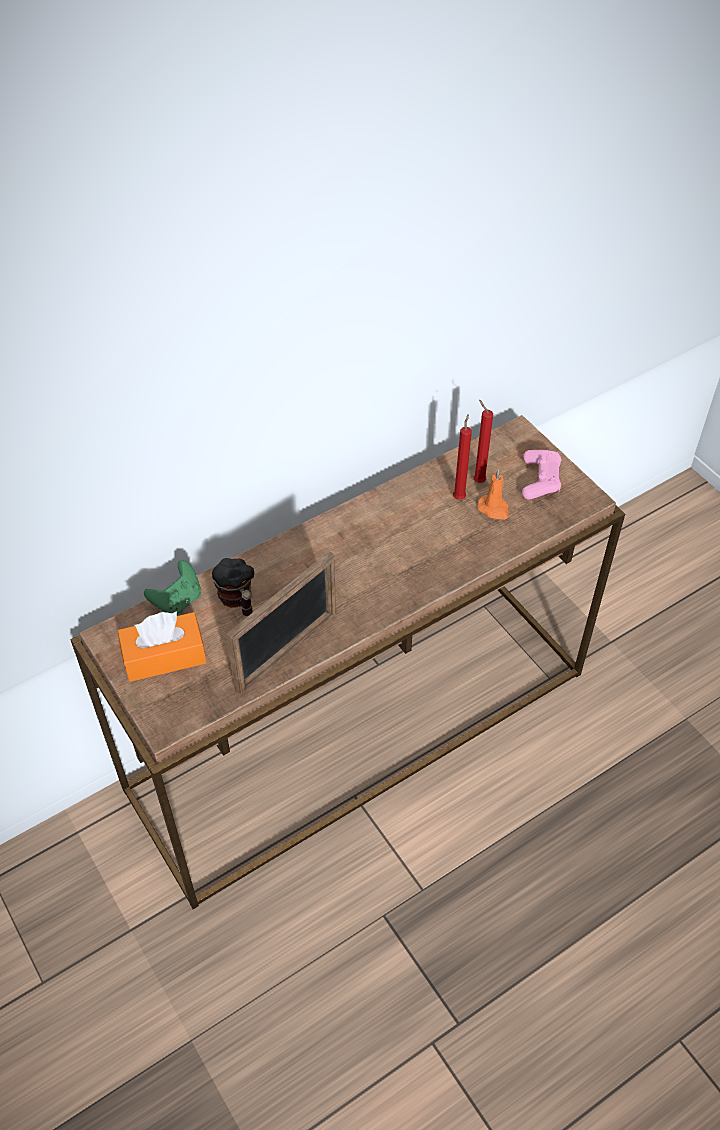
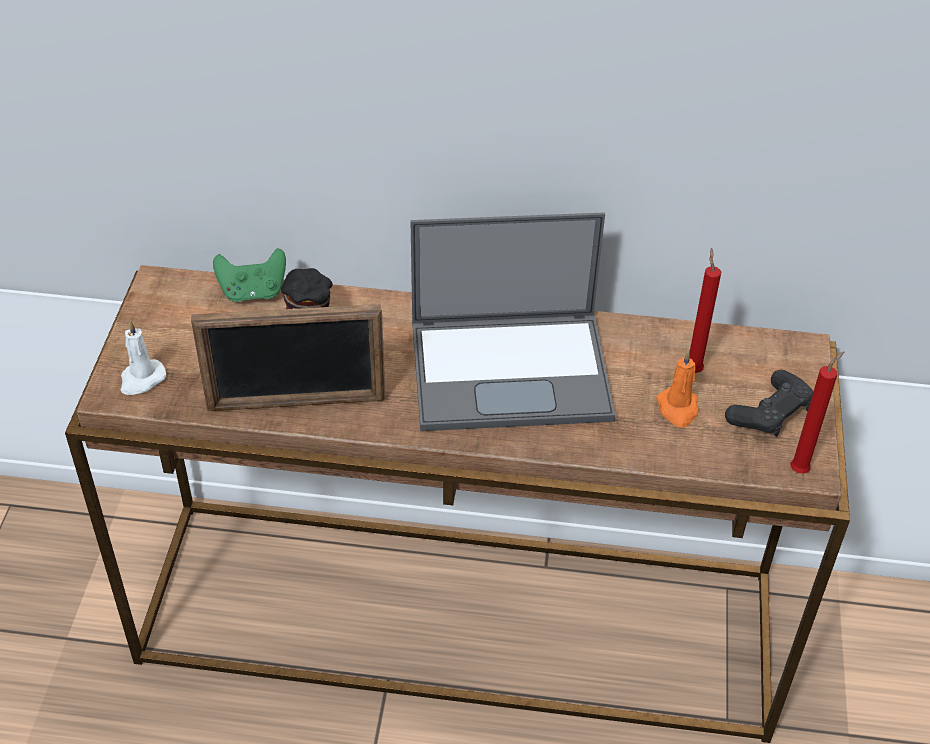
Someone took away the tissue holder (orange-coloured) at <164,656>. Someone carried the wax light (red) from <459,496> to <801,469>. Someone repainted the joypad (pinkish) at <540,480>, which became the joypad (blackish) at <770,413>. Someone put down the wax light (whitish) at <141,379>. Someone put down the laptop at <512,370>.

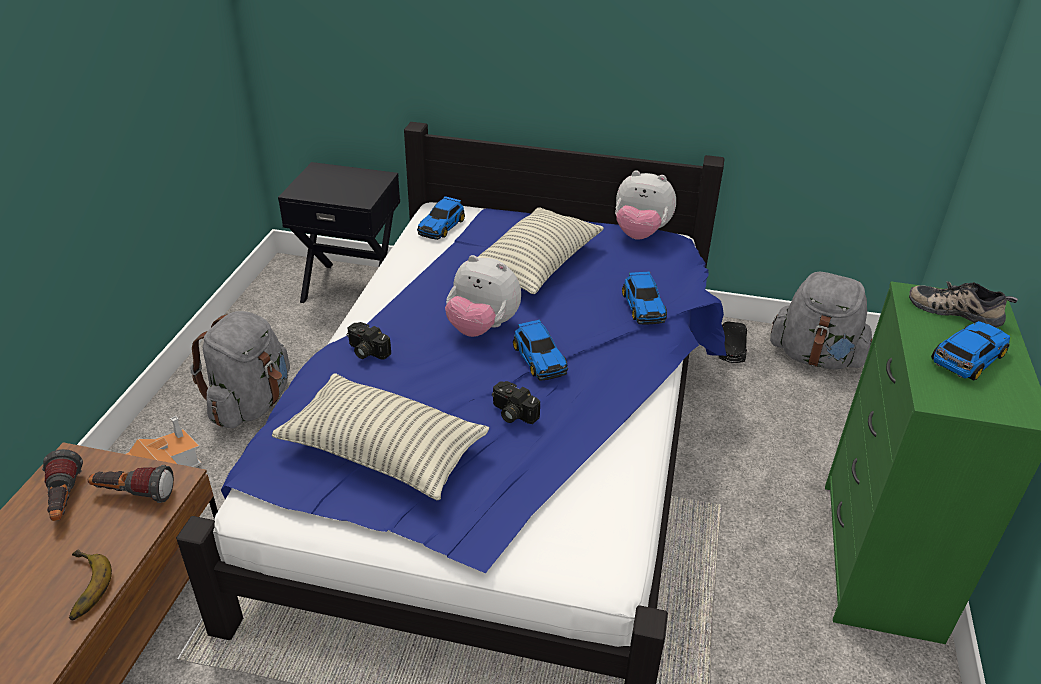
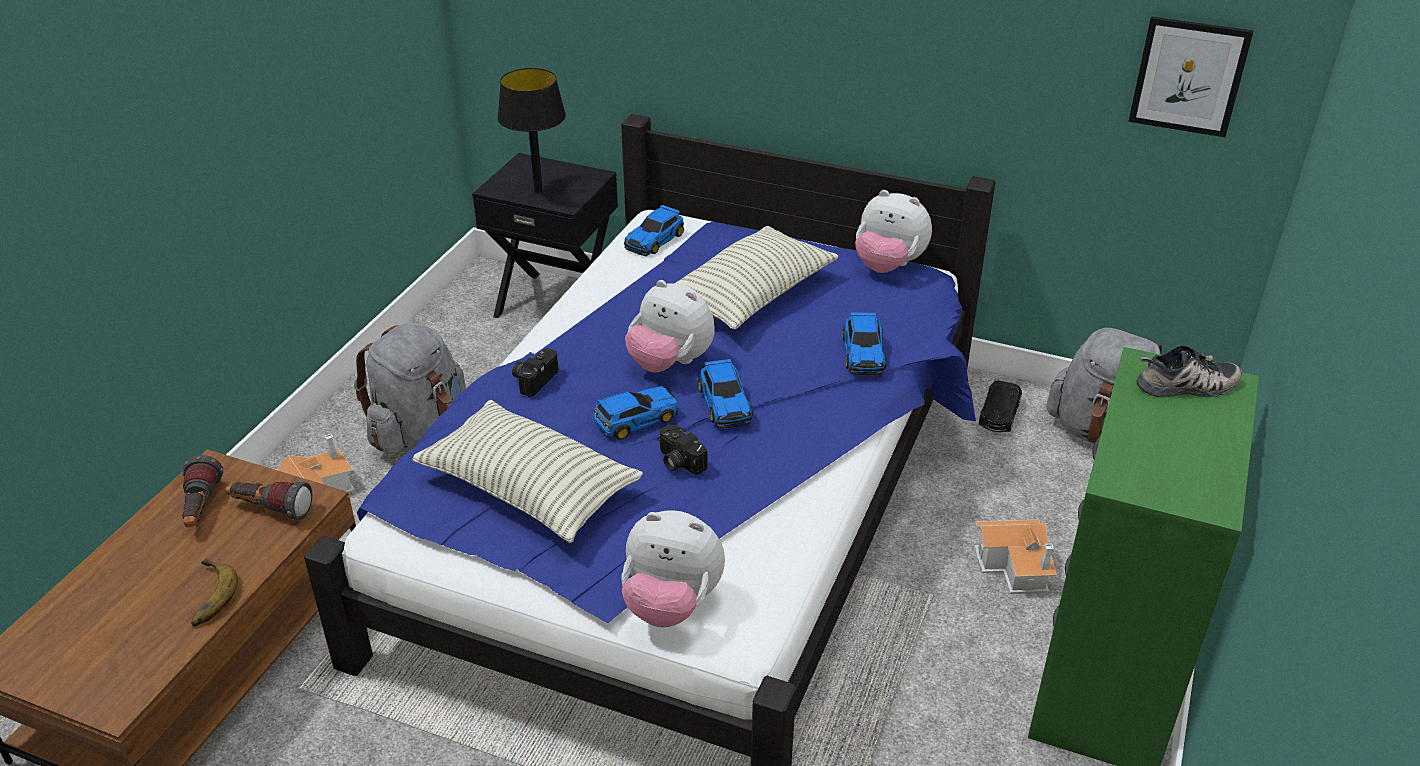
Someone rotated the photo camera at <366,351> by 75 degrees clockwise. Someone rotated the low shoe at <956,310> by 135 degrees clockwise. Someone carried the miniature car from <967,358> to <634,420>. Someone put down the tabletop lamp (blackish) at <538,190>. Someone put down the plush toy at <671,604>. Someone put down the model house at <1016,567>. Someone put up the wall picture at <1189,76>.

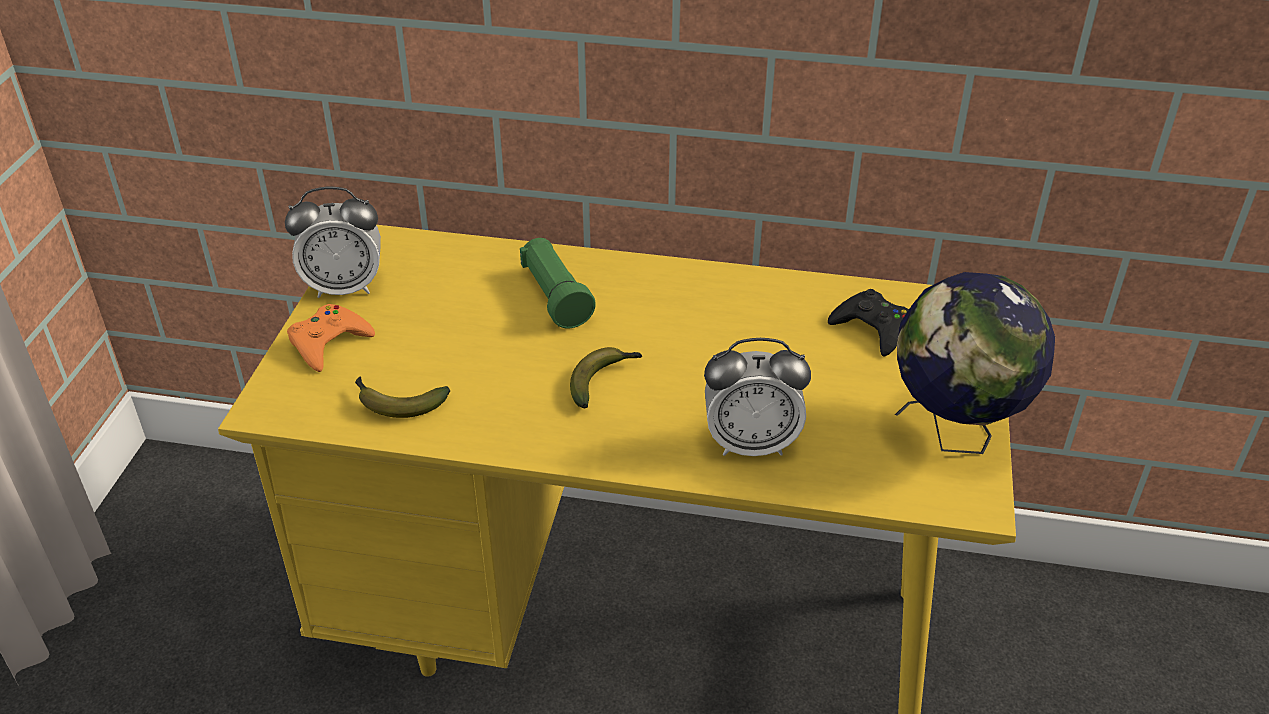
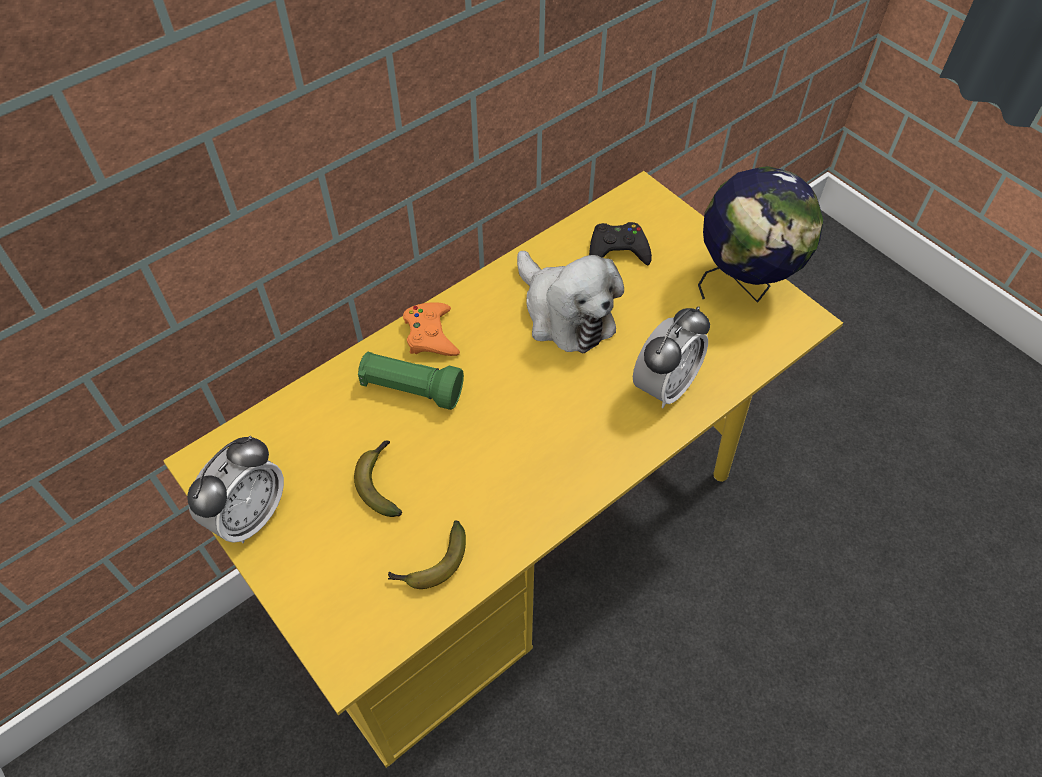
Someone carried the joypad (orange-coloured) from <328,343> to <431,335>. Someone carried the banana from <603,381> to <381,481>. Someone put down the plush toy at <565,313>.

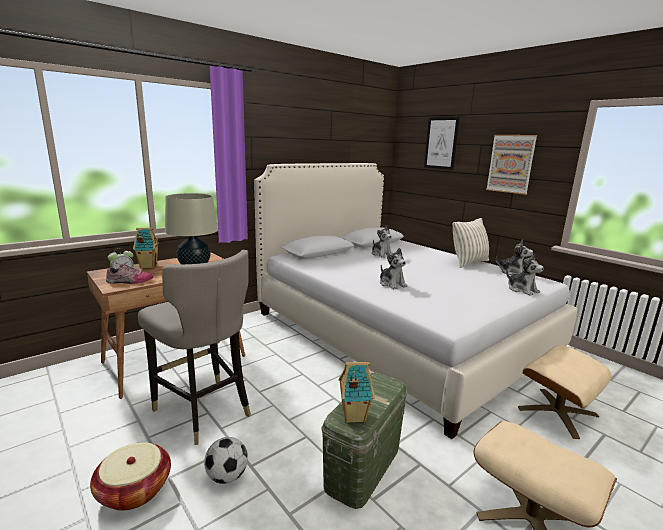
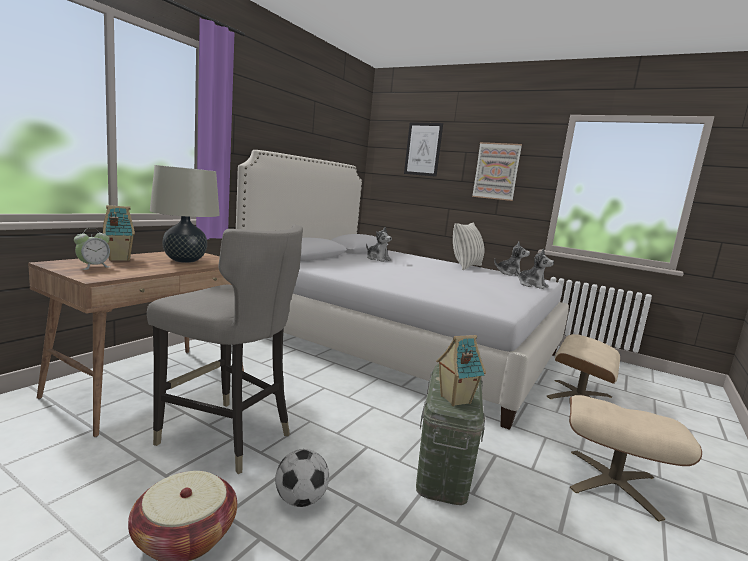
Someone took away the low shoe at <129,281>. Someone took away the plush toy at <392,284>.

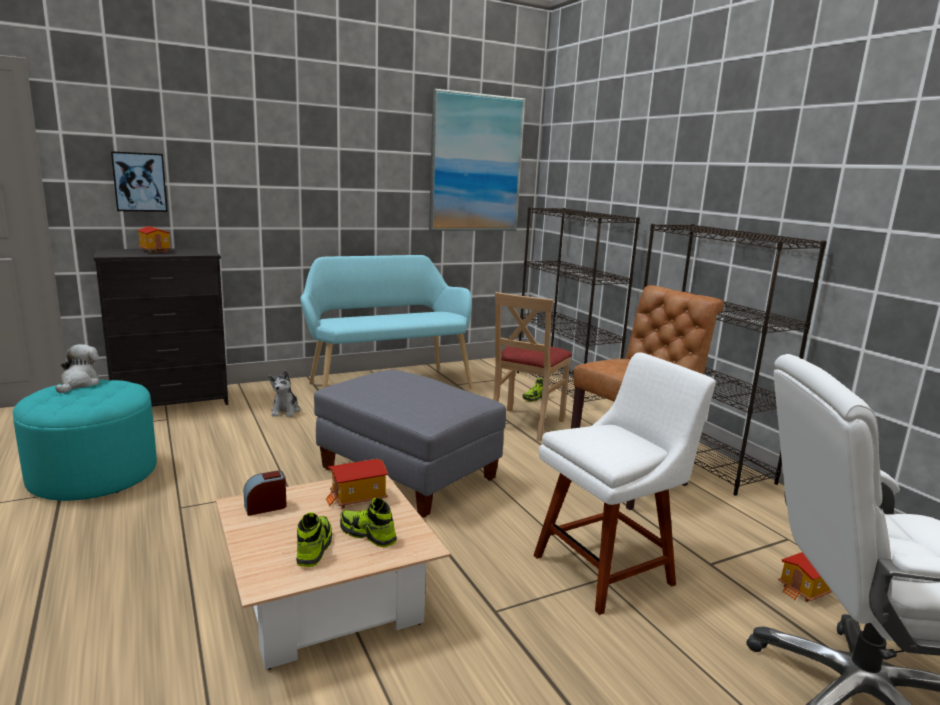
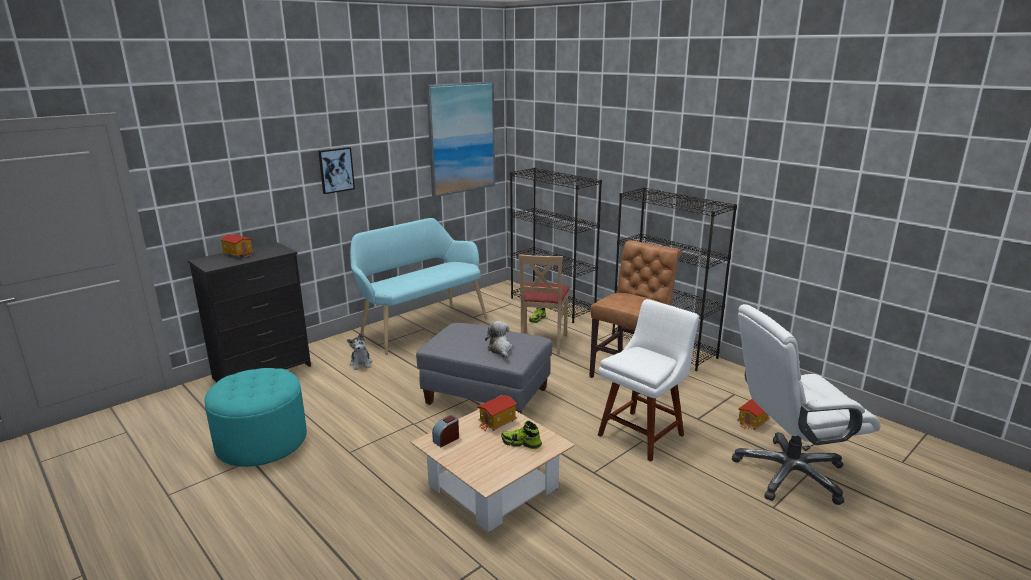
Someone carried the plush toy from <79,384> to <500,349>. Someone carried the wall picture from <140,182> to <336,170>. Someone took away the low shoe at <314,548>.

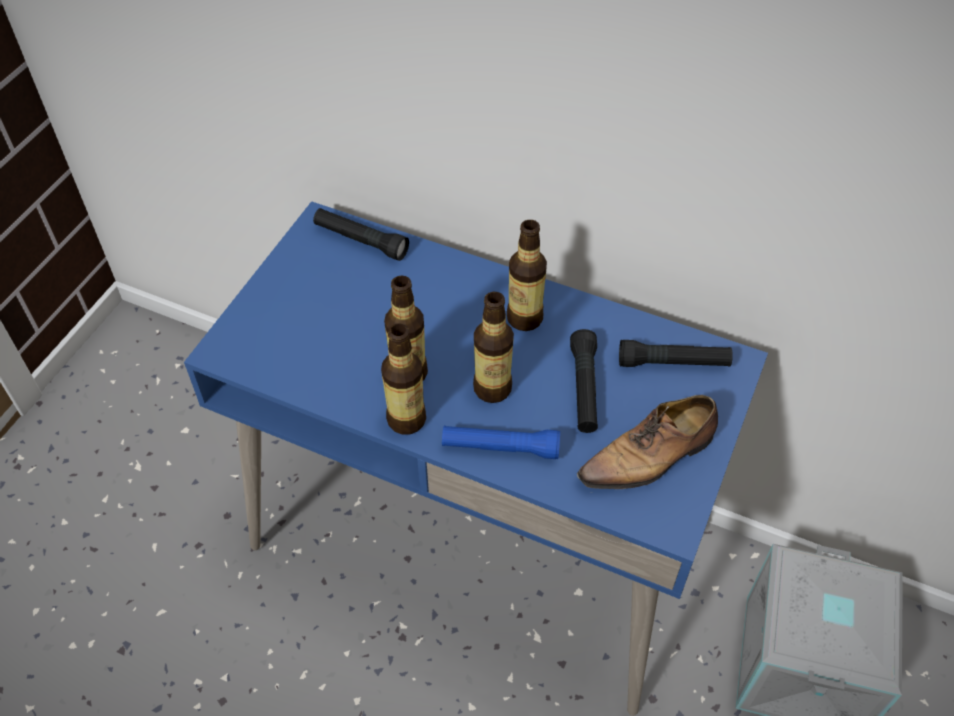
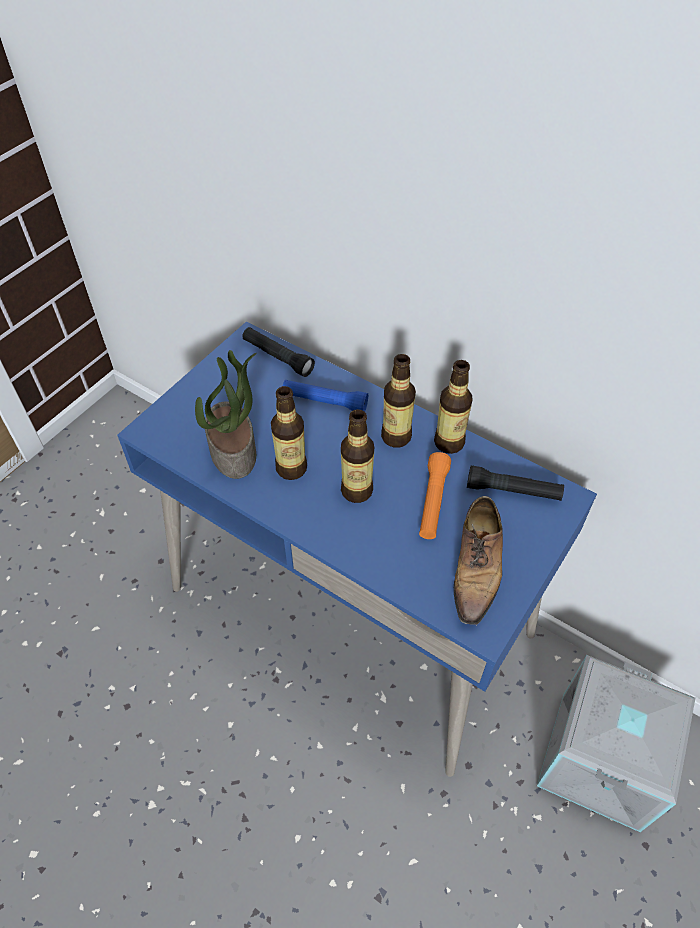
Someone carried the drink bottle from <406,419> to <449,442>. Someone carried the hand torch (bluish) from <500,448> to <324,402>. Someone repainted the hand torch (blackish) at <584,389>, which became the hand torch (orange-coloured) at <433,502>. Someone rotated the low shoe at <650,456> by 60 degrees counterclockwise. Someone put down the plant in a pot at <234,451>.

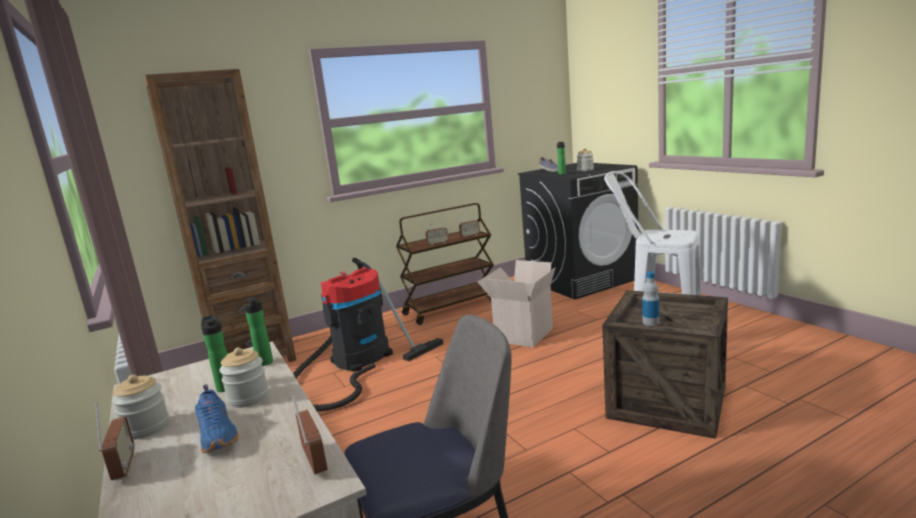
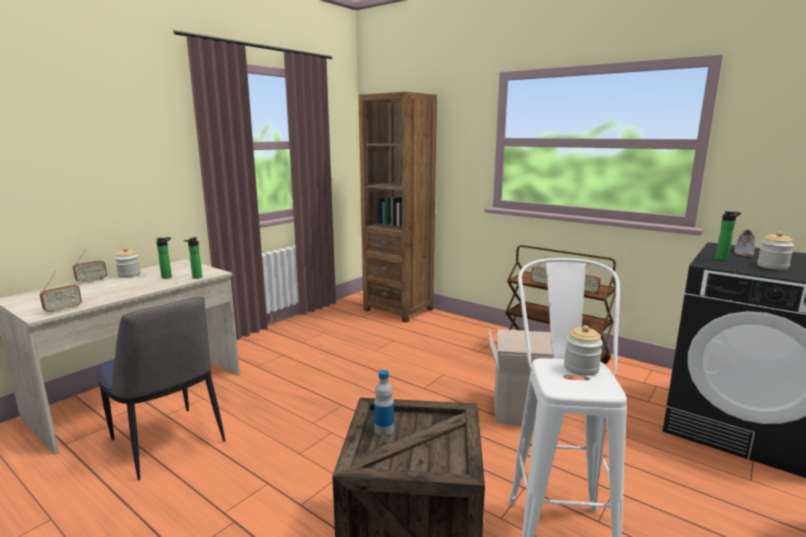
Someone took away the low shoe (bluish) at <219,435>. Someone carried the storage jar from <248,398> to <581,368>. Someone took away the vacuum cleaner at <357,361>.

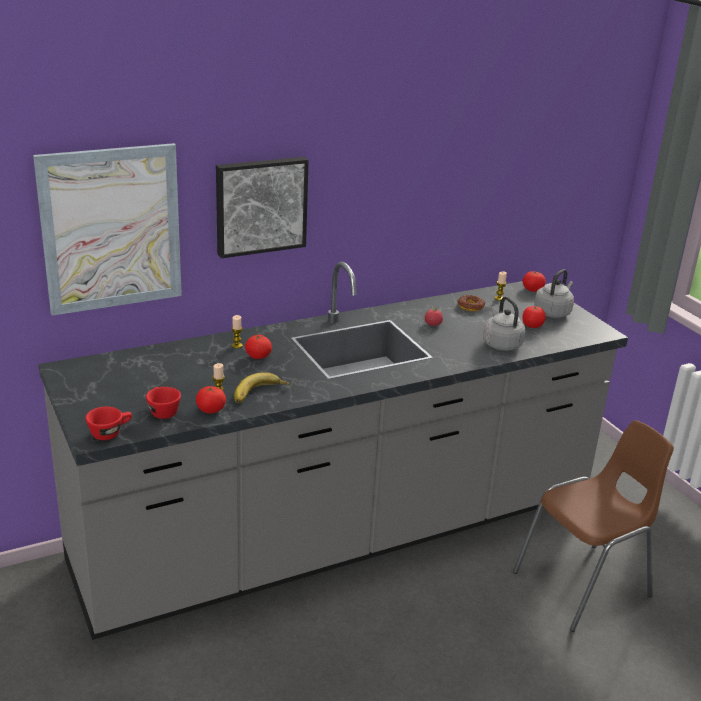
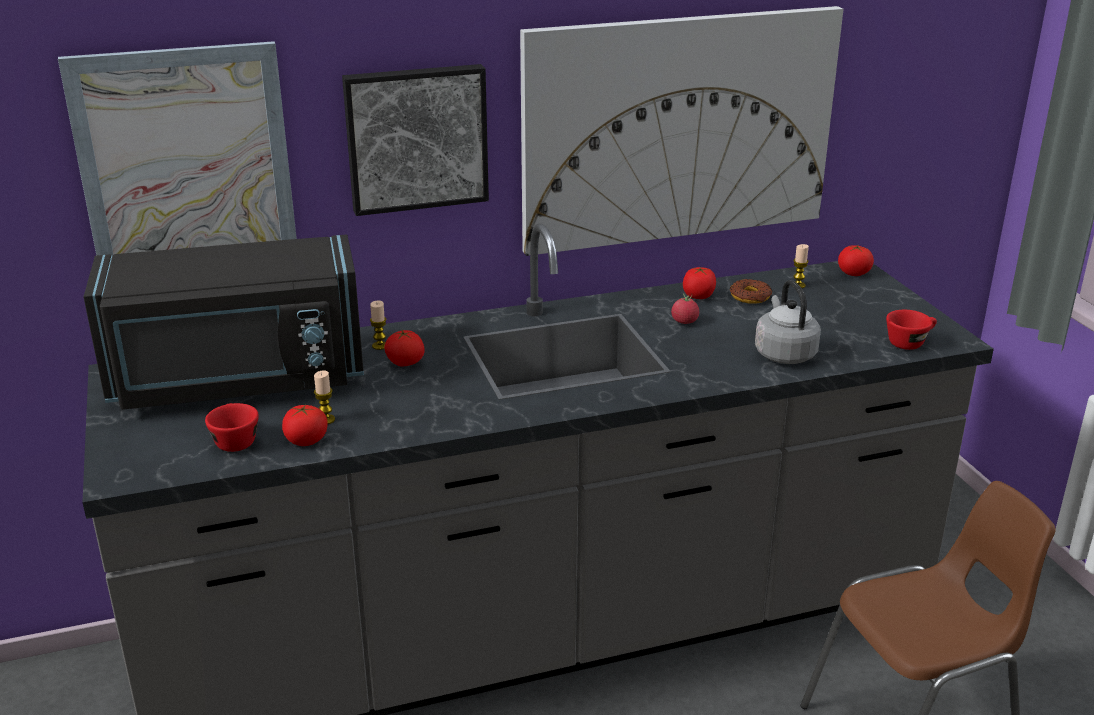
Someone carried the cup (red) from <110,433> to <910,342>. Someone took away the banana at <260,394>. Someone carried the tomato from <532,325> to <698,296>. Someone took away the water kettle (greyish) at <553,312>. Someone put down the kitchen microwave (blackish) at <238,380>. Someone put up the wall picture at <678,129>.

